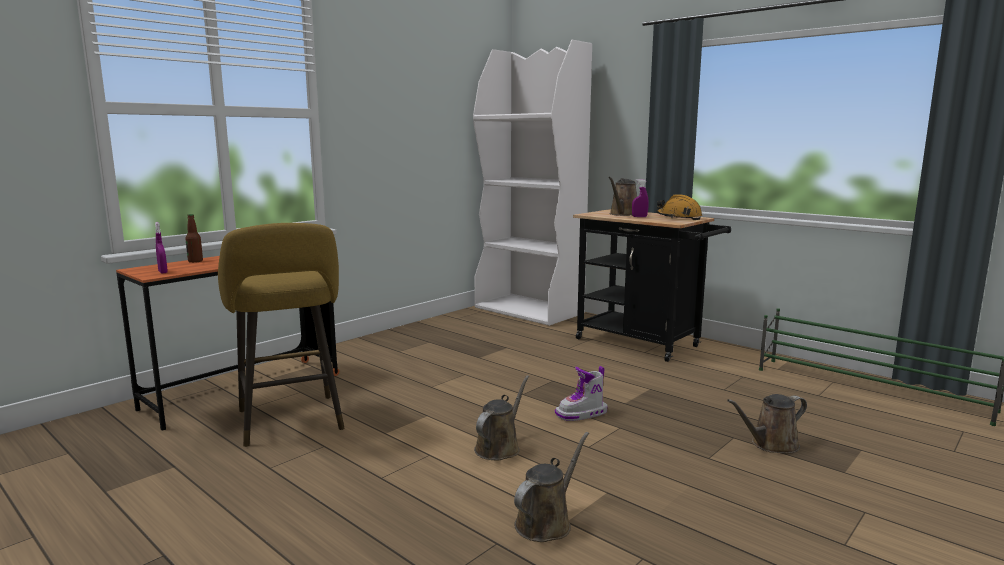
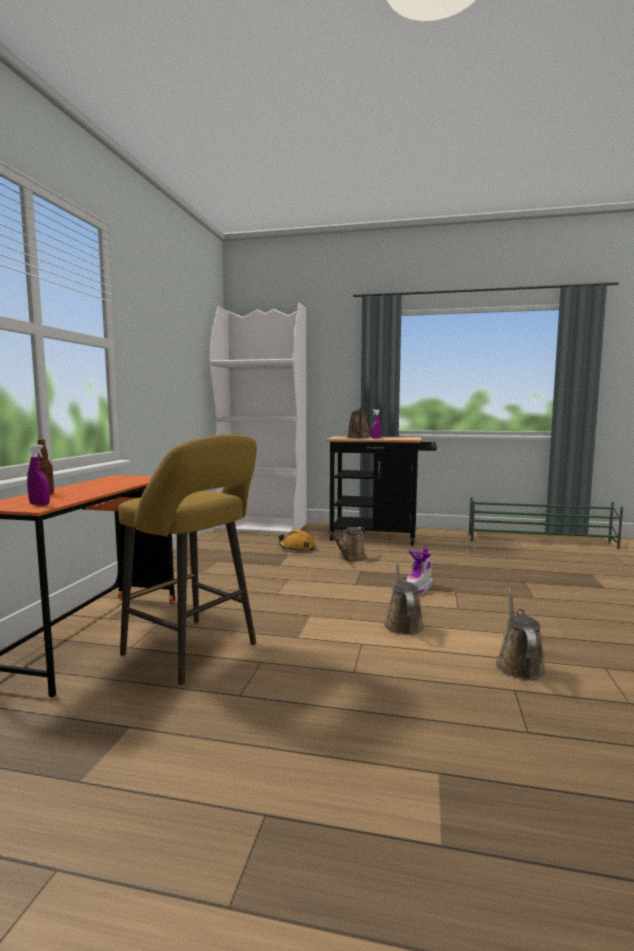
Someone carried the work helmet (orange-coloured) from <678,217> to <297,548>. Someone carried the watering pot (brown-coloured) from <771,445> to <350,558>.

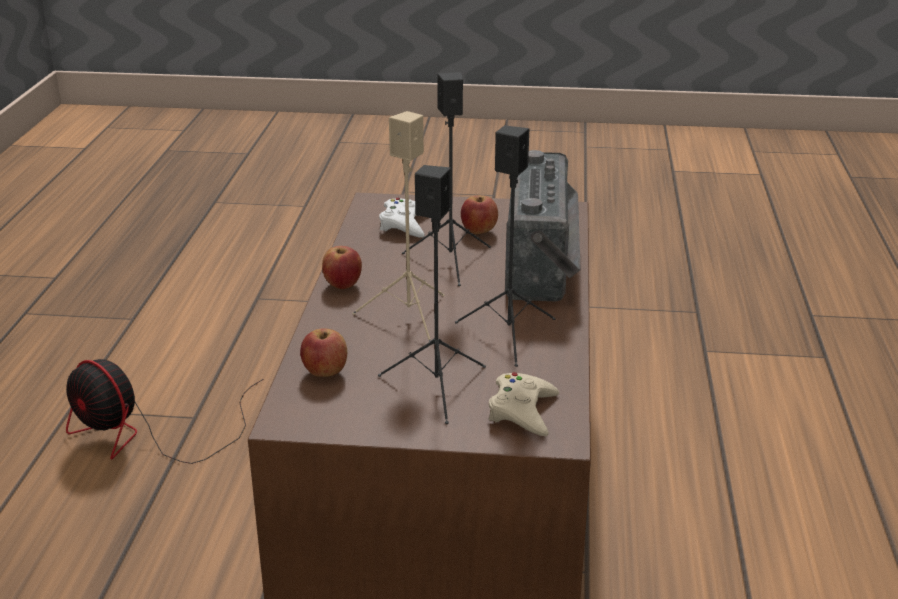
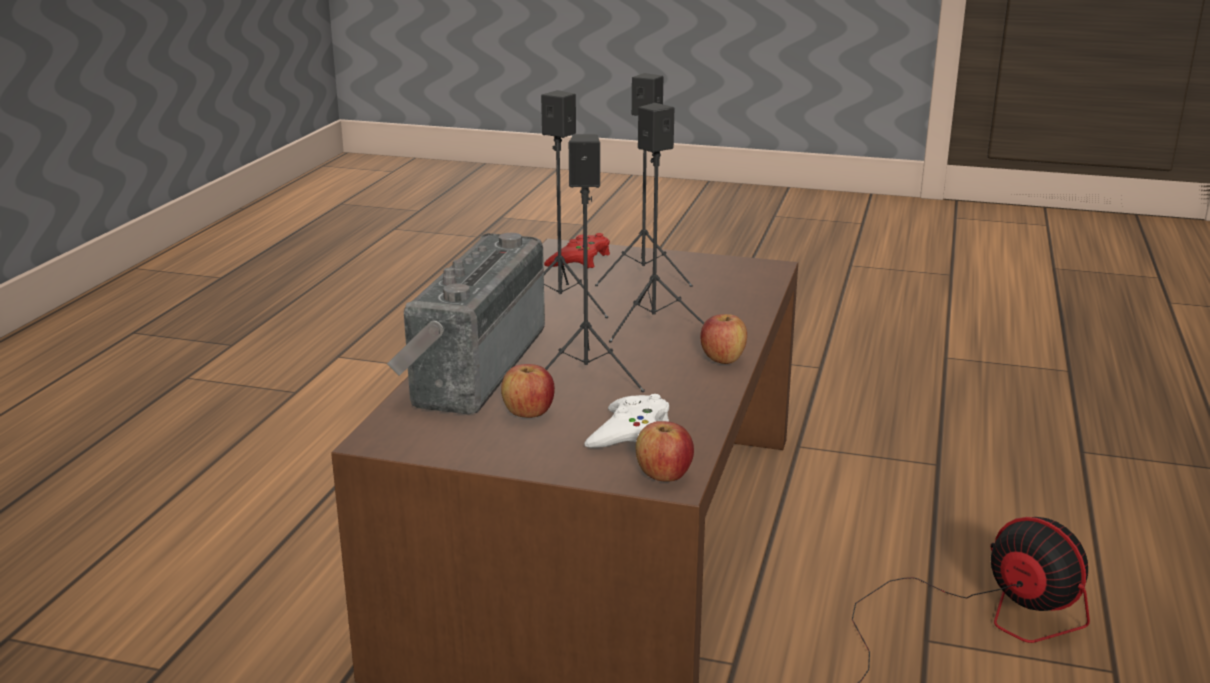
Someone carried the apple from <325,372> to <664,476>. Someone repainted the audio speaker (sand-coloured) at <410,317>, which became the audio speaker (blackish) at <652,324>. Someone repainted the joypad (sand-coloured) at <522,411>, which became the joypad (red) at <579,260>.

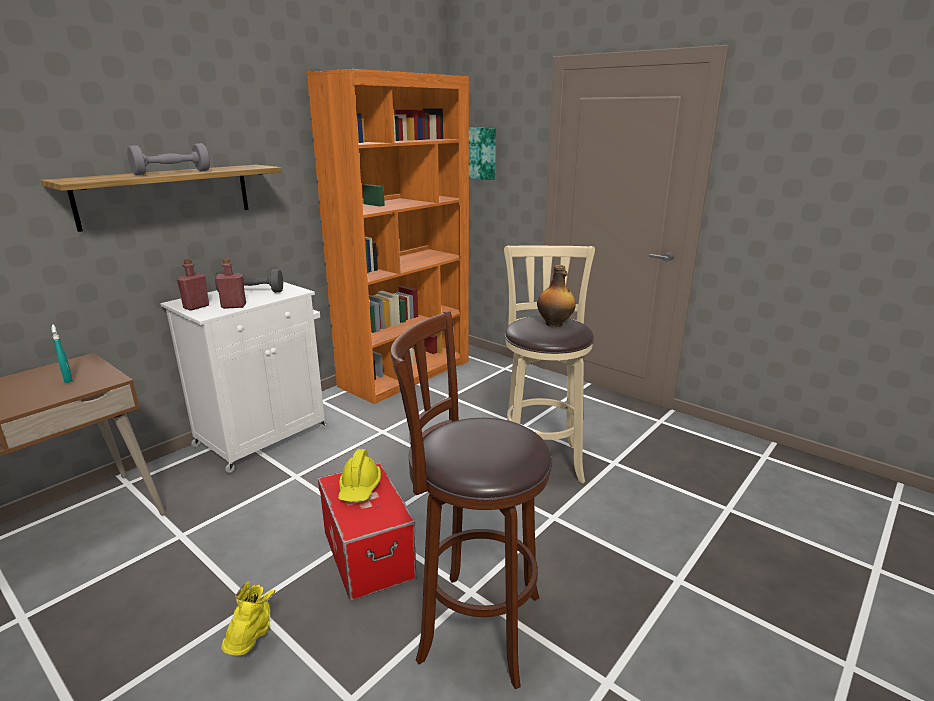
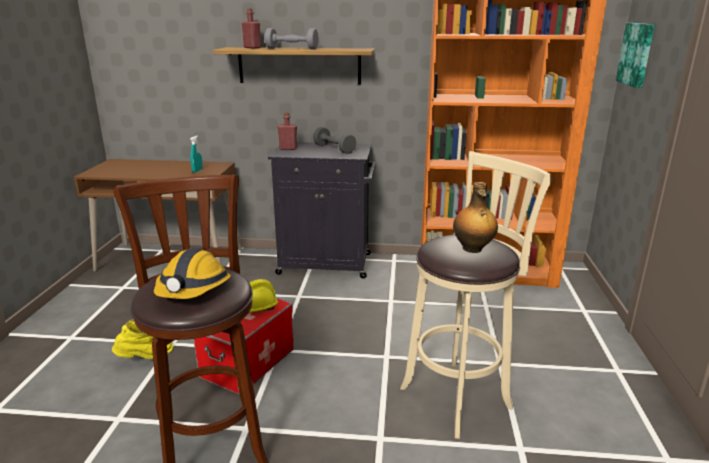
Someone repainted the cabinet (whitish) at <264,435>, which became the cabinet (blackish) at <327,264>. Someone carried the drink bottle (red) from <234,306> to <252,48>. Someone put down the work helmet at <193,289>.

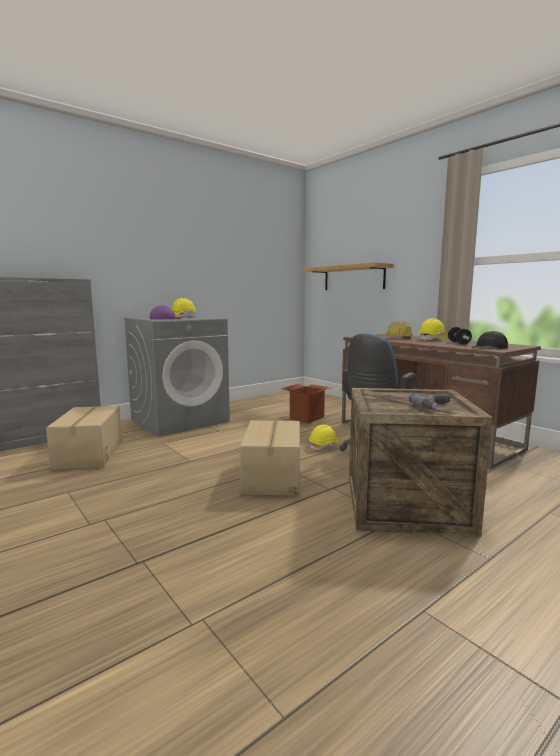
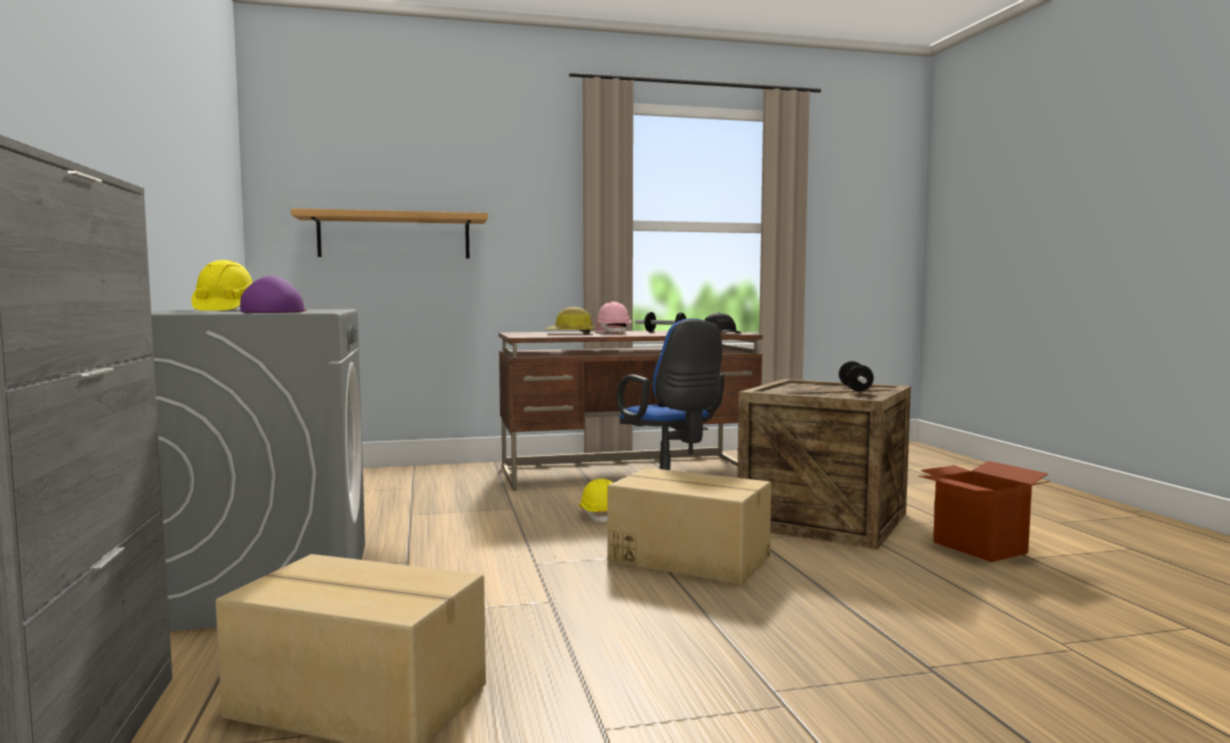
Someone carried the cardboard box from <307,418> to <979,547>. Someone swapped the electric drill at <435,406> for the hand weight at <855,388>. Someone repainted the work helmet (yellow) at <432,339>, which became the work helmet (pinkish) at <613,332>.

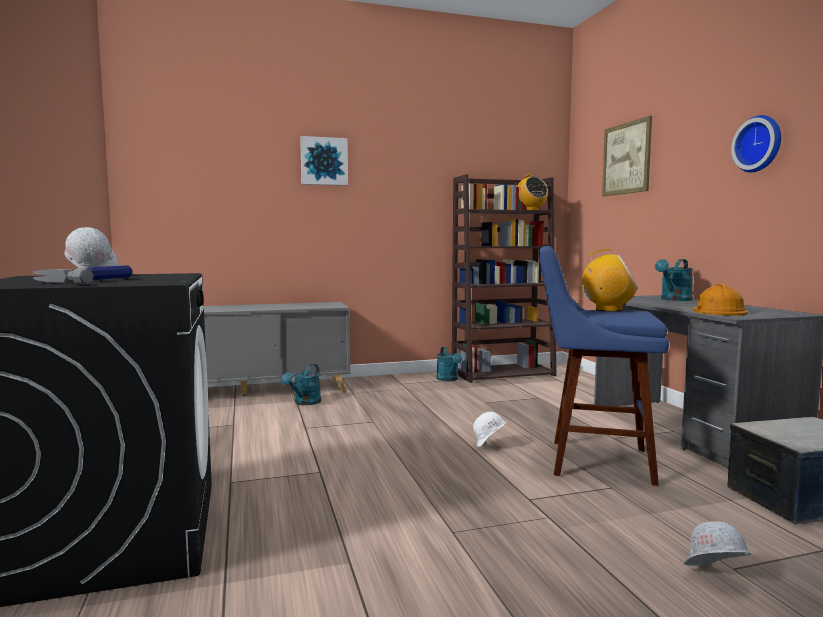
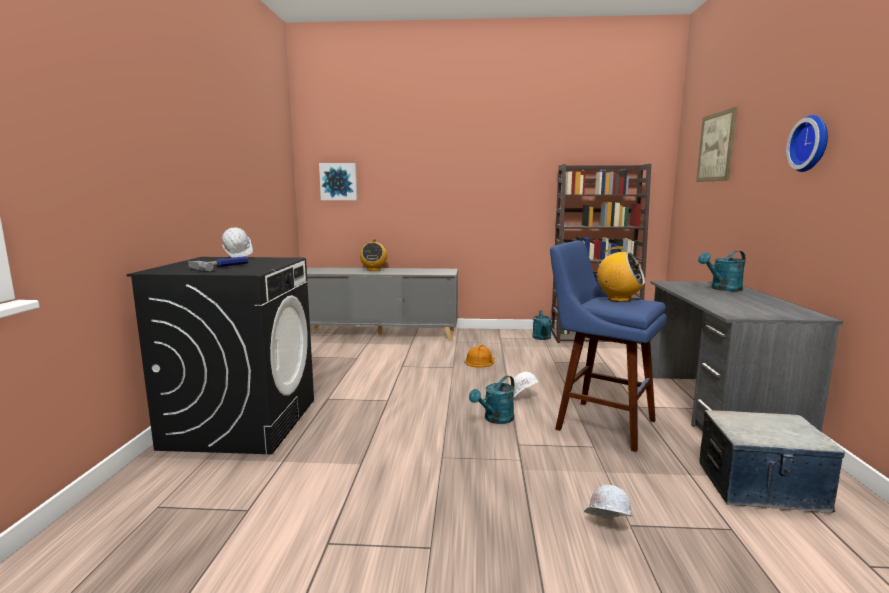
Someone carried the watering pot (blue-green) from <304,403> to <495,419>. Someone carried the wall picture from <324,161> to <338,181>. Someone carried the radio receiver from <530,210> to <373,270>. Someone carried the work helmet (orange-coloured) from <717,311> to <480,361>.

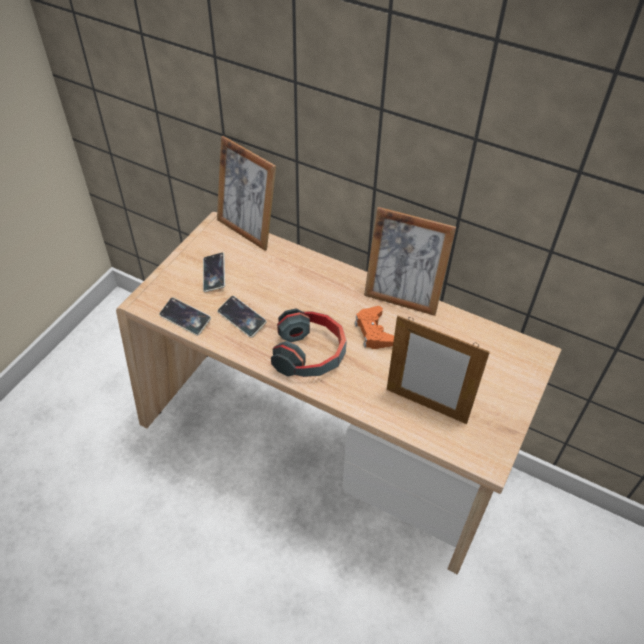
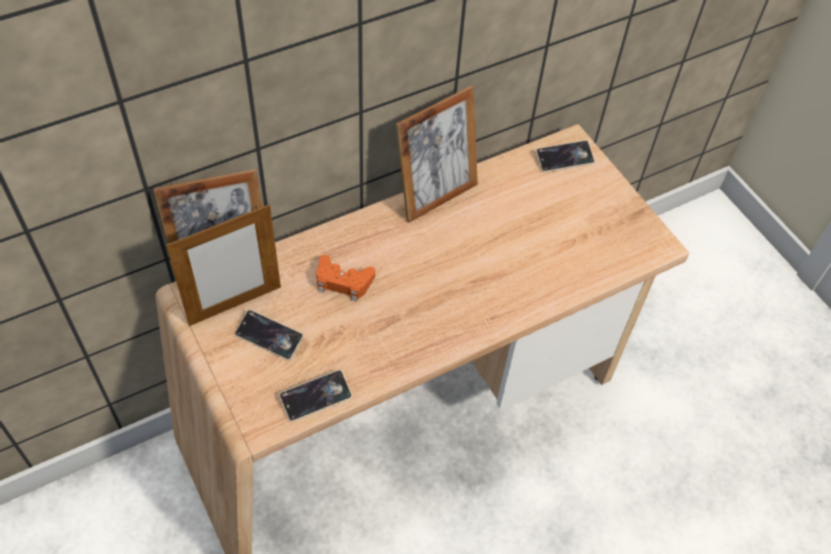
Someone carried the phone from <242,318> to <564,159>. Someone took away the headset at <310,353>. Someone carried the joypad (orange-coloured) from <373,332> to <343,282>. Someone carried the standing frame from <426,406> to <235,305>.

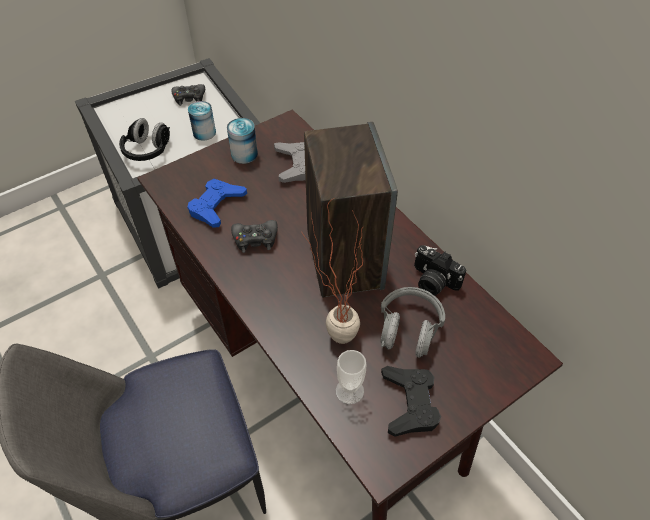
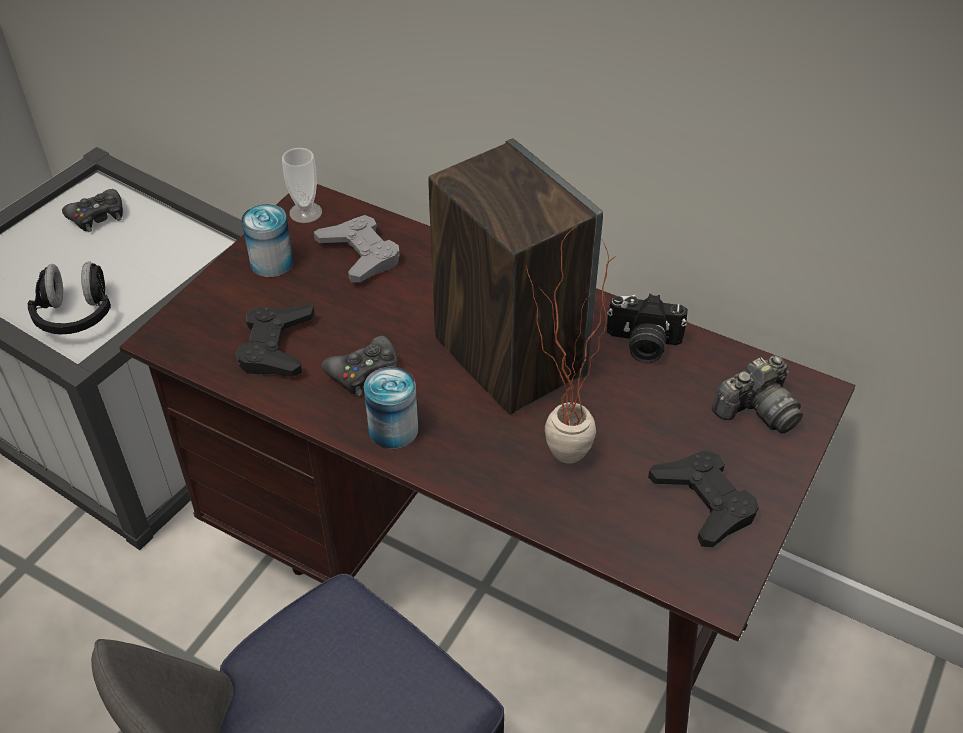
Someone carried the can from <204,133> to <393,429>. Someone repainted the joypad (bluish) at <216,206>, which became the joypad (blackish) at <276,347>. Someone carried the cup from <349,391> to <305,212>. Someone took away the headset (greyish) at <408,330>. Someone put down the photo camera at <757,410>.

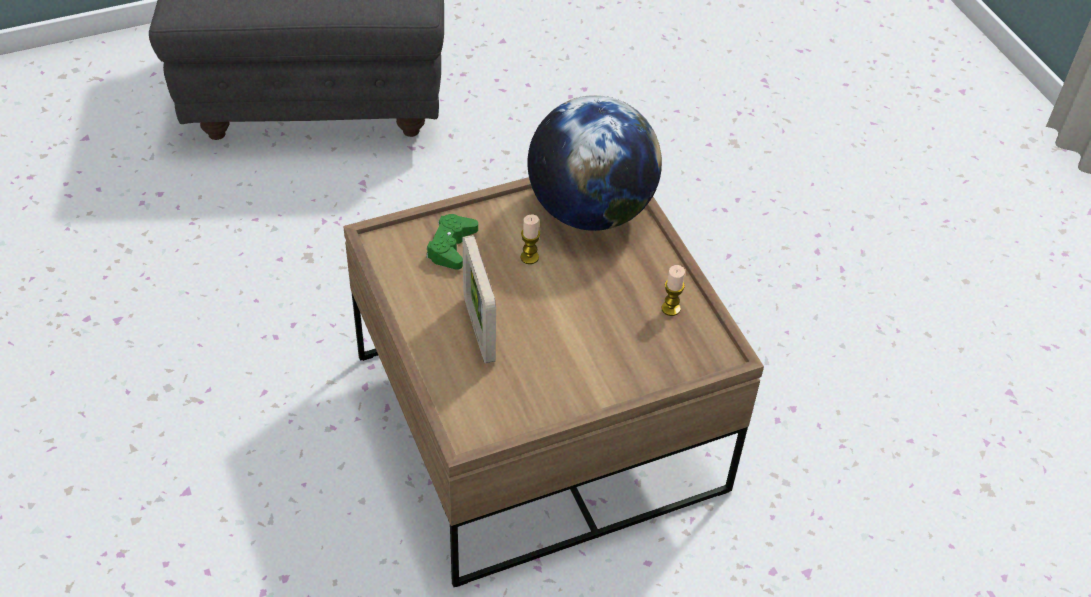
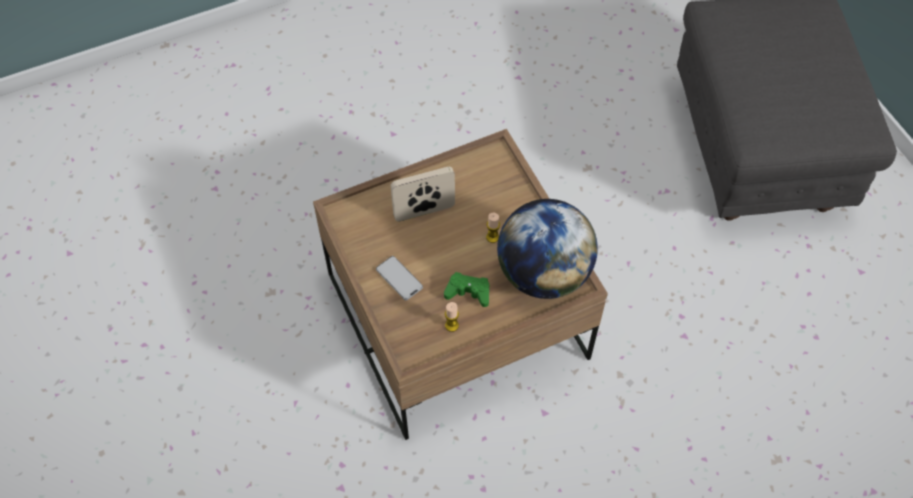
Someone carried the joypad (green-coloured) from <451,246> to <468,292>. Someone put down the phone at <399,278>.

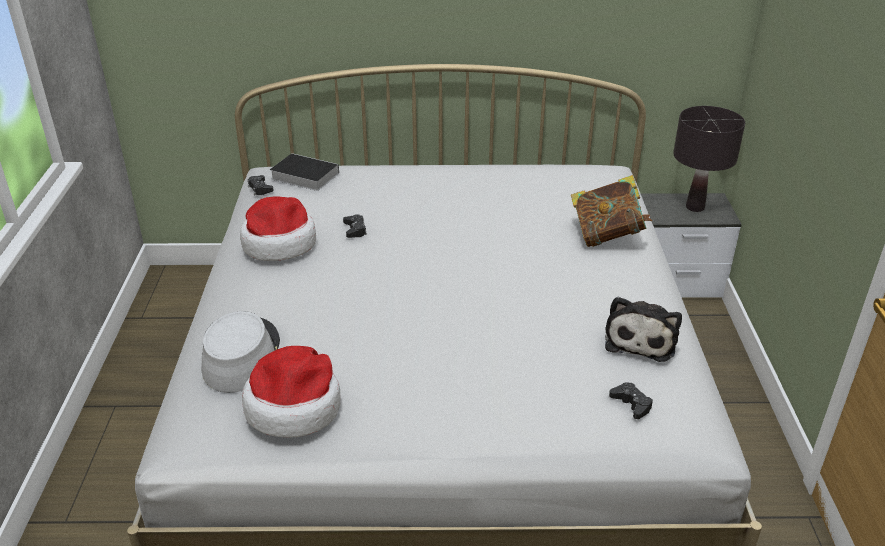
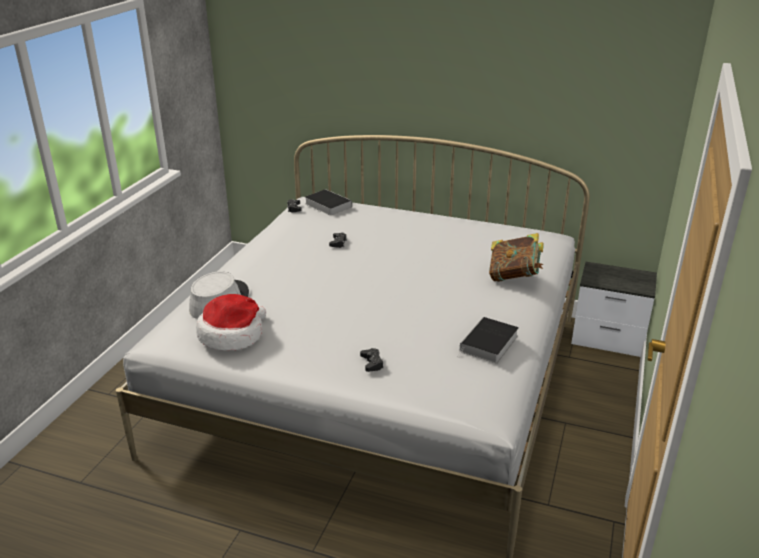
Someone took away the clothing hat at <279,243>. Someone swapped the plush toy at <641,339> for the bound book at <488,344>. Someone carried the joypad (blackish) from <631,404> to <372,363>. Someone took away the tabletop lamp (blackish) at <695,207>.

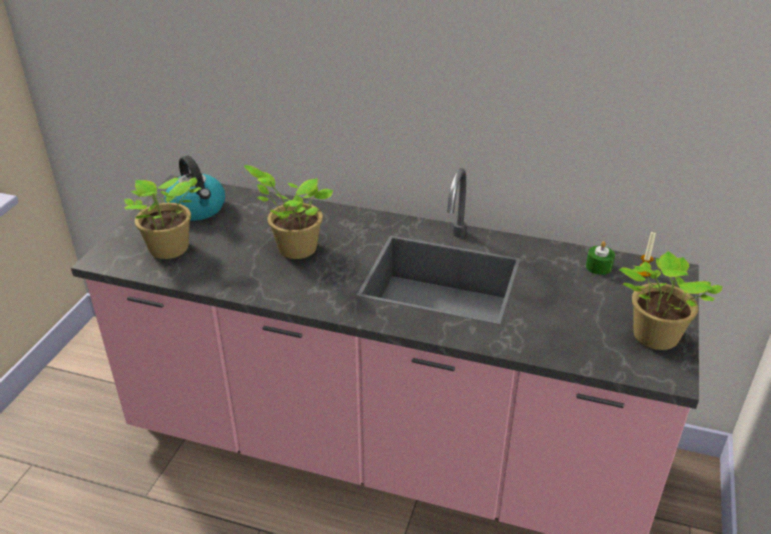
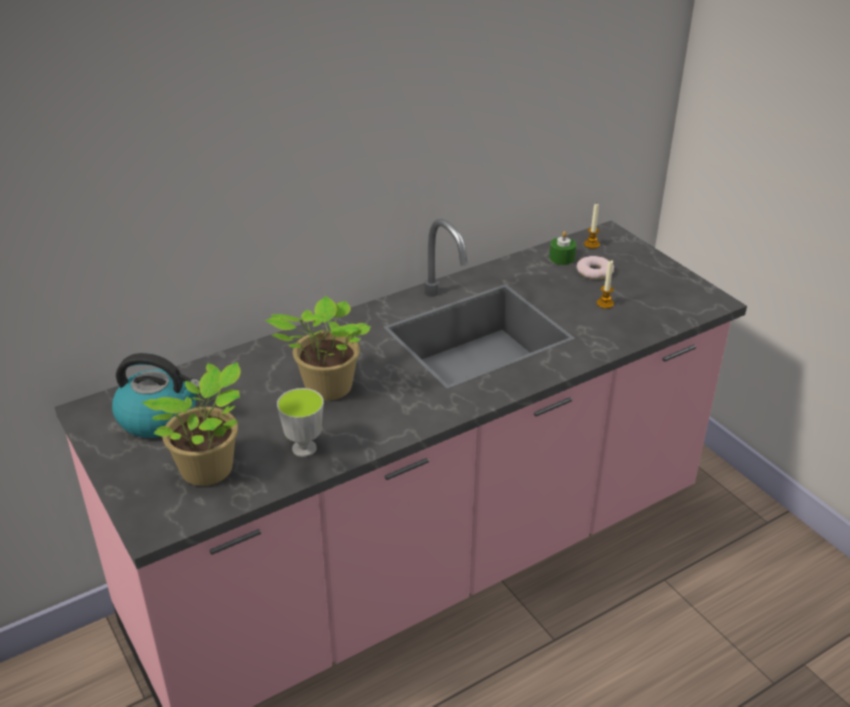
Someone took away the plant in a pot at <653,337>. Someone put down the cup at <304,448>. Someone put down the doughnut at <594,271>. Someone put down the wax light at <605,304>.

